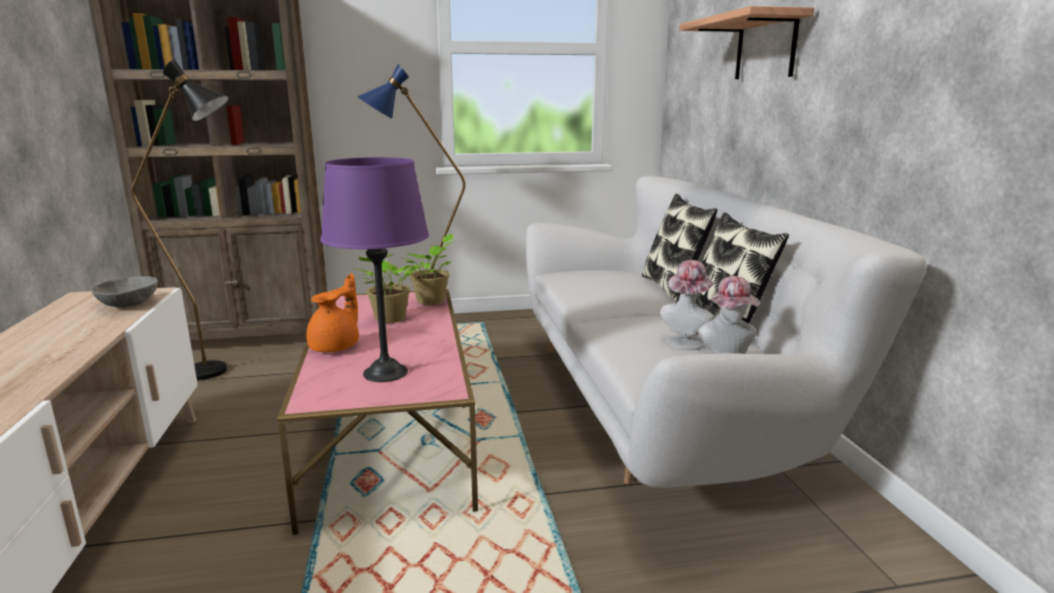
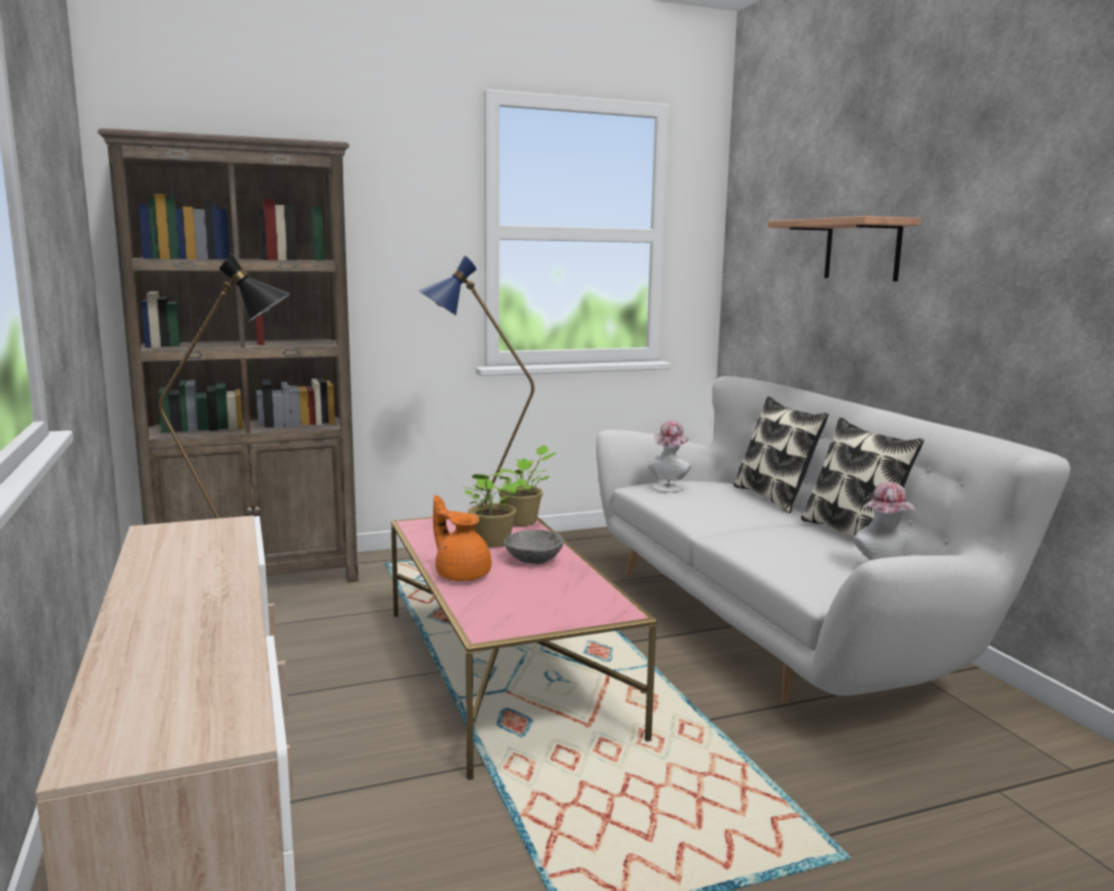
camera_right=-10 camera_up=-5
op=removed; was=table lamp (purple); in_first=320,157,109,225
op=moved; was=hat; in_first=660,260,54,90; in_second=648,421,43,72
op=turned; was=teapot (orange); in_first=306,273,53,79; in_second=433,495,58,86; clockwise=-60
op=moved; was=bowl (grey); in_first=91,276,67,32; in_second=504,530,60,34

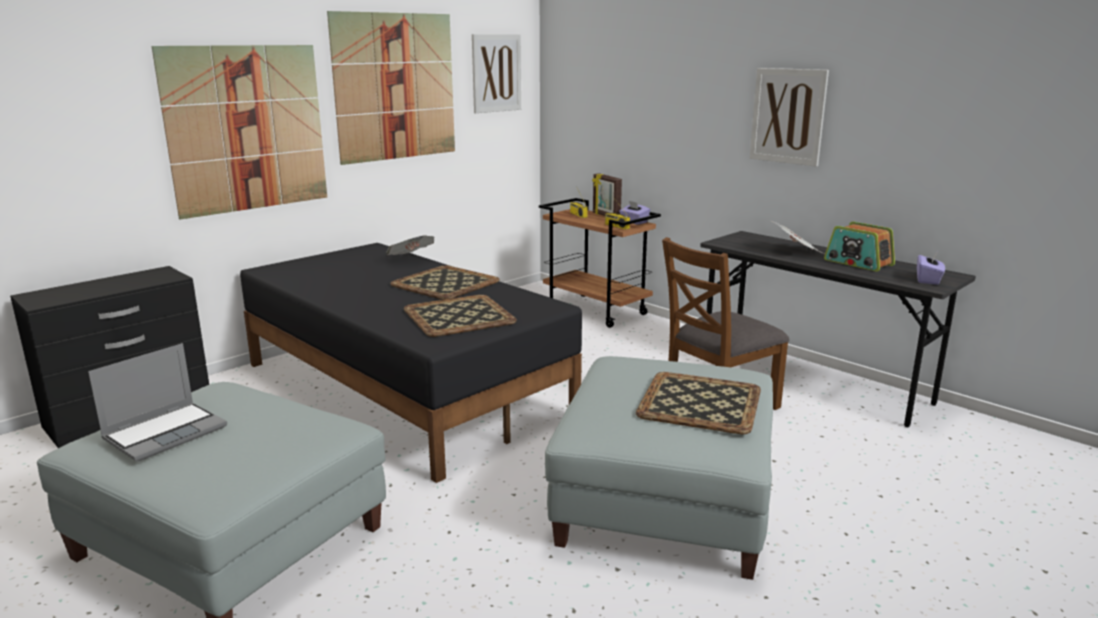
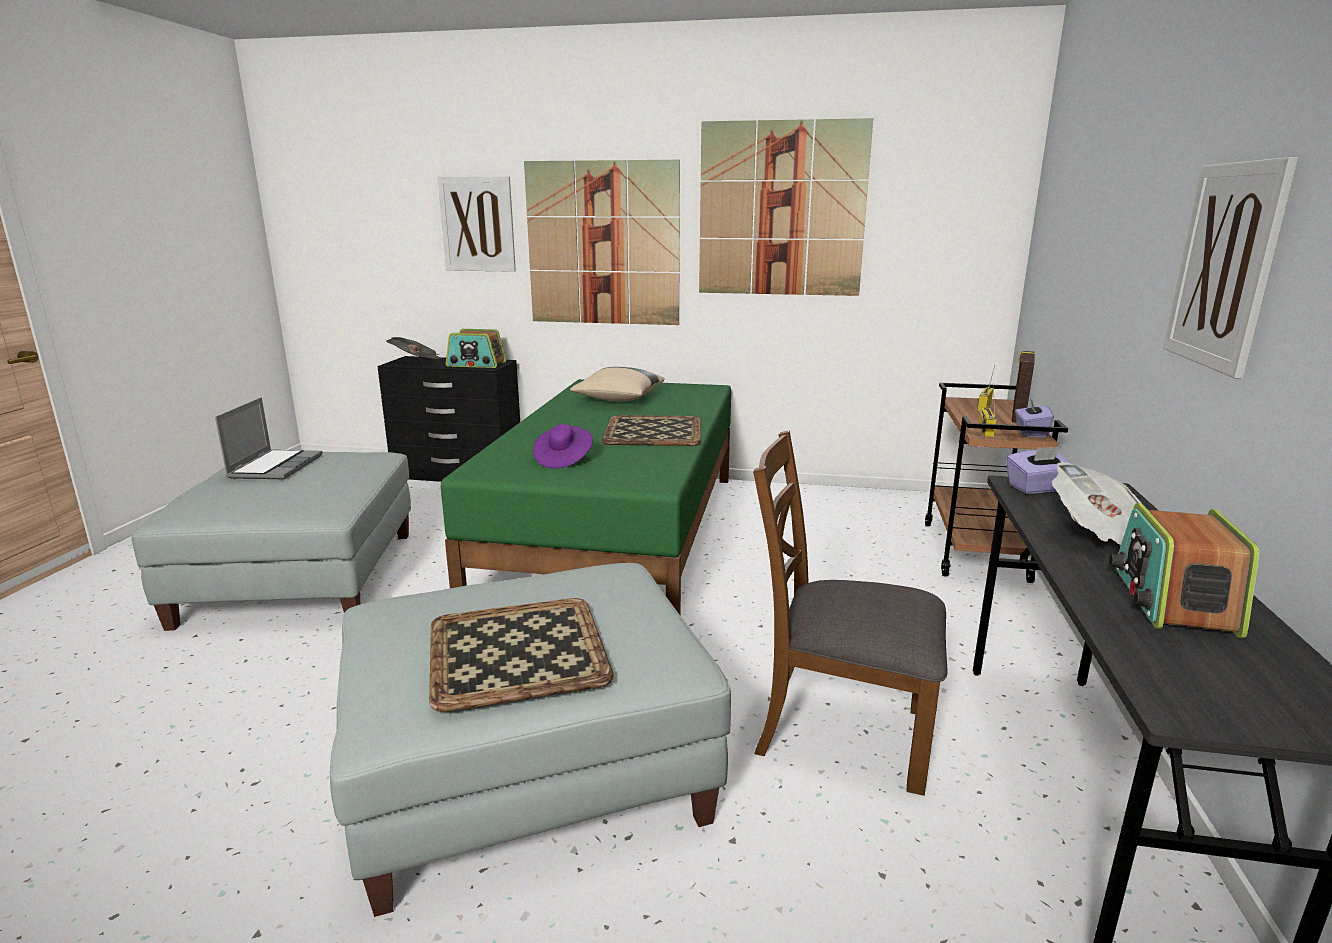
camera_right=55 camera_up=0
op=moved; was=picture; in_first=472,34,49,79; in_second=437,176,79,96
op=moved; was=newspaper; in_first=386,235,48,20; in_second=386,337,55,22
op=recoloured; was=bed (black); now=bed (green); in_first=240,243,342,240; in_second=441,379,290,237
op=moved; was=tissue box (purple); in_first=917,252,28,33; in_second=1006,447,66,47
op=replaced; was=tray; now=hat (purple); in_first=404,295,113,42; in_second=533,424,60,44
op=turned; was=laptop; in_first=88,343,139,119; in_second=215,397,108,82; clockwise=-90
op=added; now=radio; in_second=446,329,61,39
op=added; now=pillow (beige); in_second=570,367,94,34

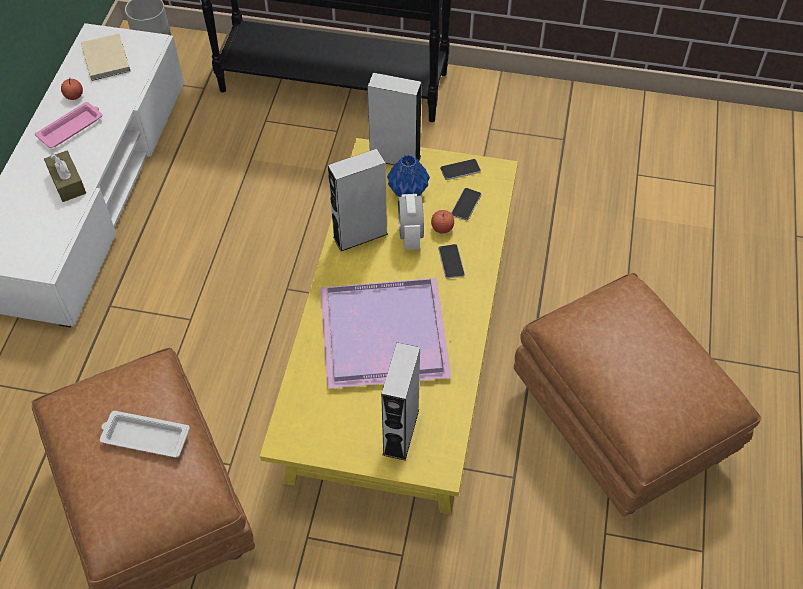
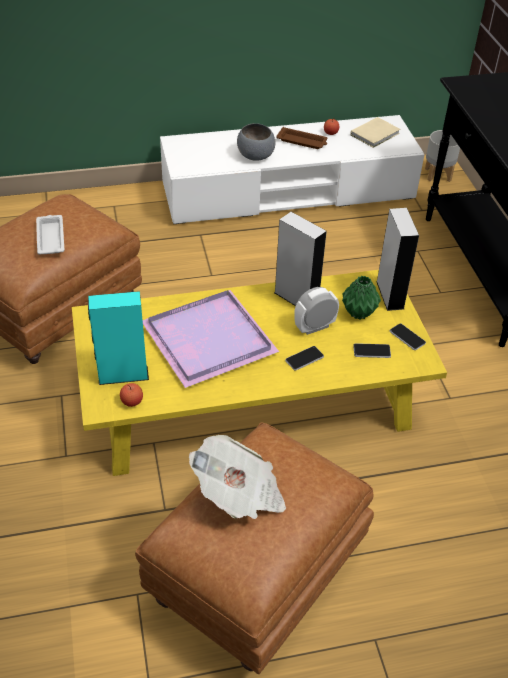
camera_right=65 camera_up=-10
op=recoloured; was=tray (pink); now=tray (brown); in_first=35,102,68,46; in_second=276,127,51,22
op=replaced; was=tissue box (brown); now=bowl (grey); in_first=44,151,42,51; in_second=237,123,38,38
op=recoloured; was=vase (blue); now=vase (green); in_first=387,155,43,42; in_second=342,276,39,44
op=moved; was=apple; in_first=431,210,23,23; in_second=120,383,23,24
op=recoloured; was=speaker (grey); now=speaker (turquoise); in_first=381,342,39,119; in_second=88,291,61,94
op=added; now=newspaper; in_second=189,435,97,84

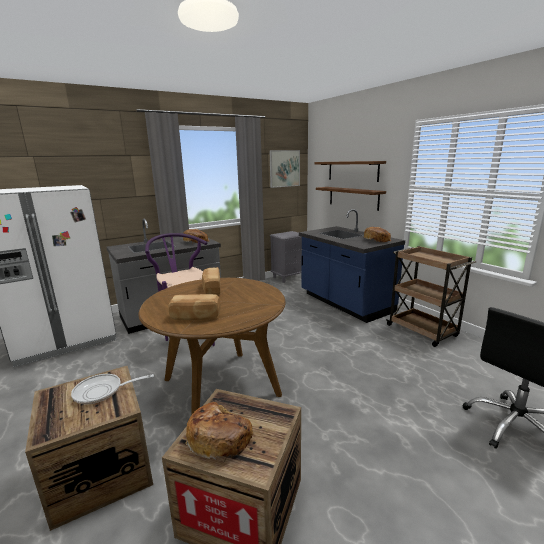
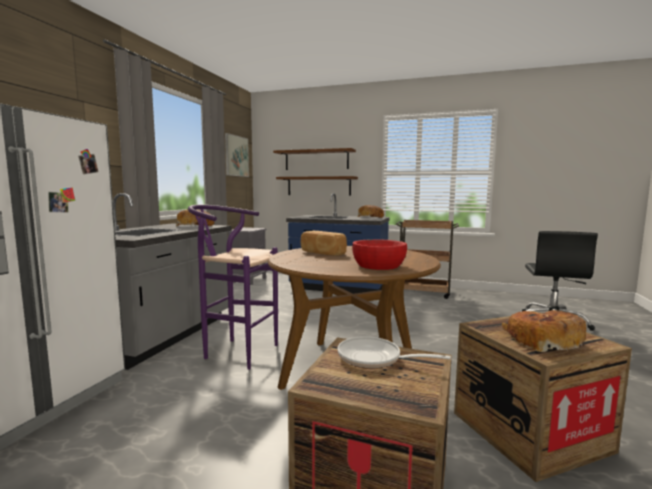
camera_right=-40 camera_up=-10
op=replaced; was=bread; now=bowl (red); in_first=168,294,52,26; in_second=352,239,55,31
op=turned; was=frying pan; in_first=71,374,83,30; in_second=337,336,114,33; clockwise=75

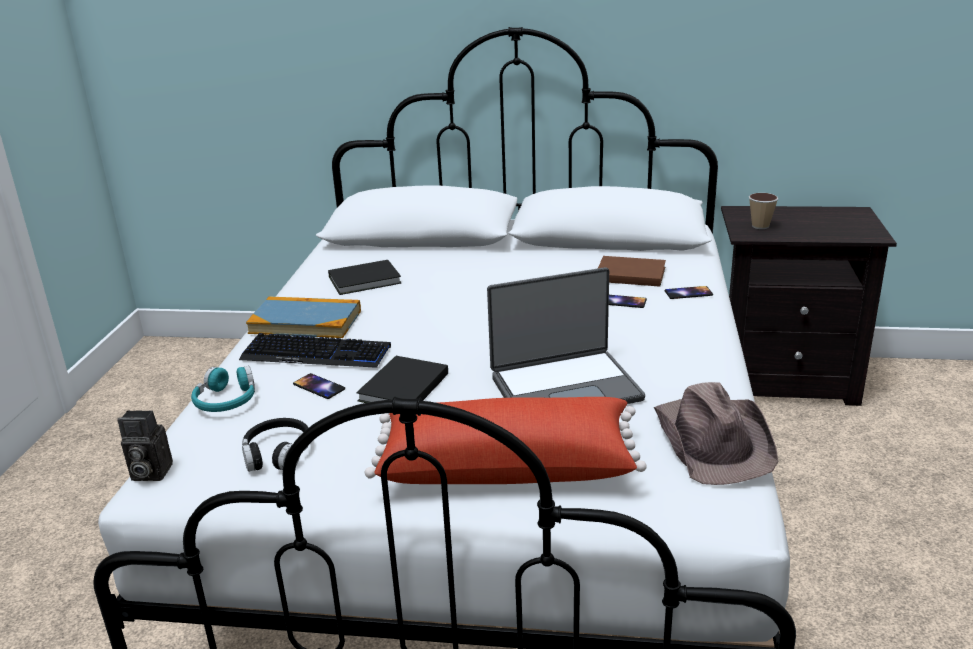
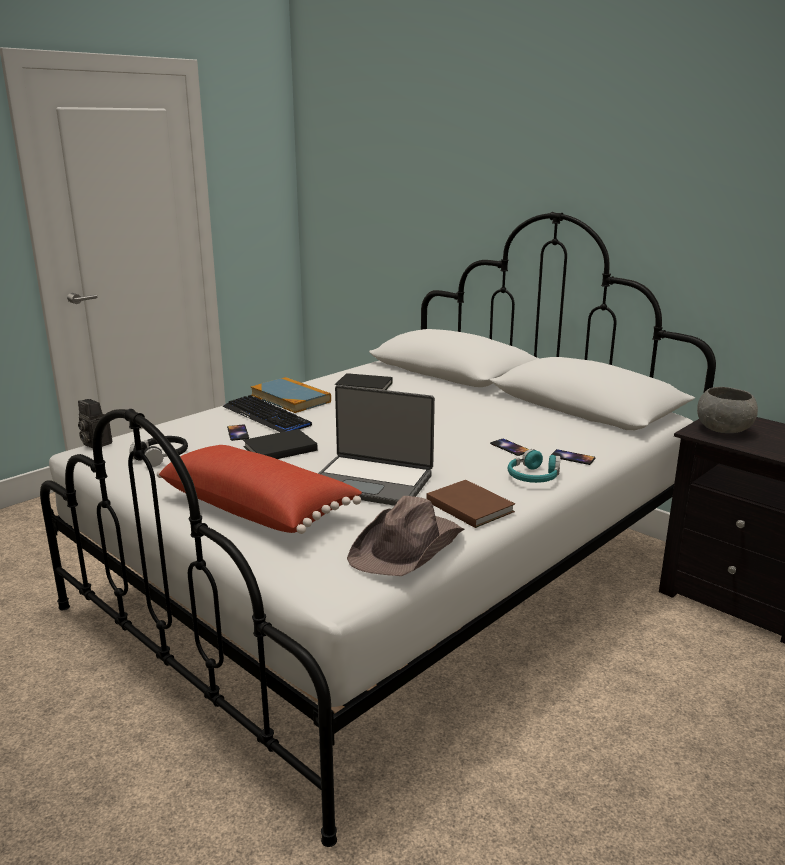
camera_right=35 camera_up=-5
op=replaced; was=cup; now=bowl (grey); in_first=749,193,29,36; in_second=697,387,61,46
op=moved; was=book (brown); in_first=598,256,68,31; in_second=426,480,89,48
op=moved; was=headphones (turquoise); in_first=191,366,64,46; in_second=508,449,52,34

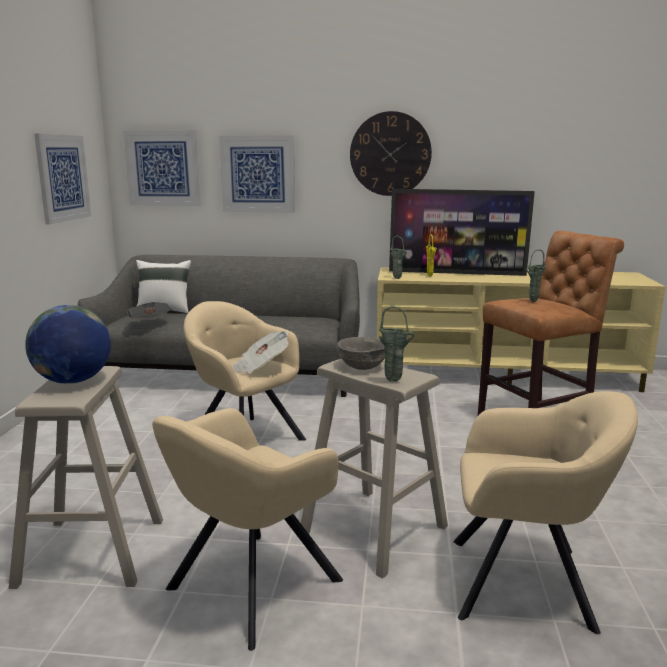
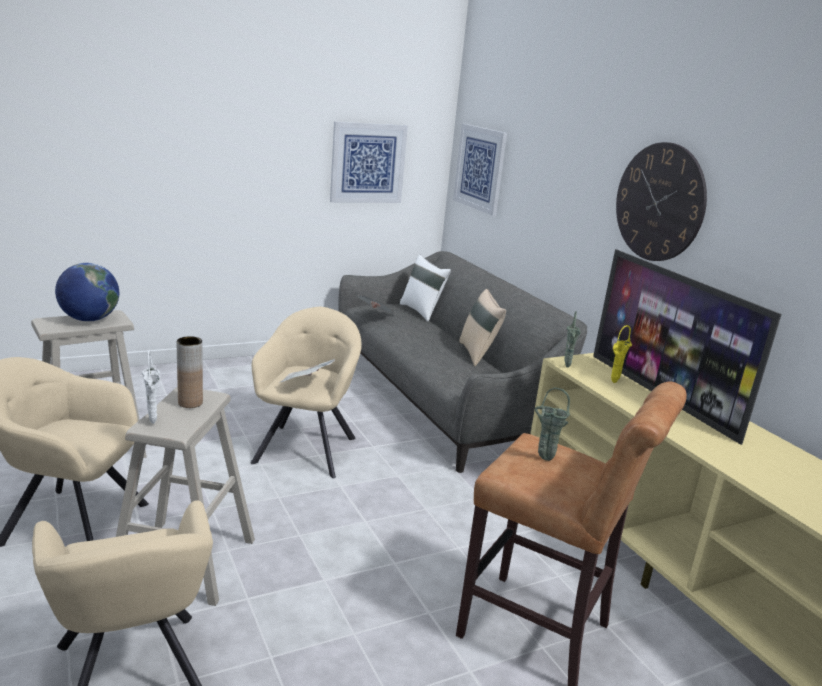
camera_right=55 camera_up=5
op=removed; was=picture; in_first=219,136,76,76
op=recoloured; was=vase (green); now=vase (white); in_first=379,306,35,76; in_second=142,350,19,74
op=replaced; was=bowl (grey); now=vase (brown); in_first=338,337,47,33; in_second=177,336,26,72
op=added; now=pillow (beige); in_second=459,289,47,77

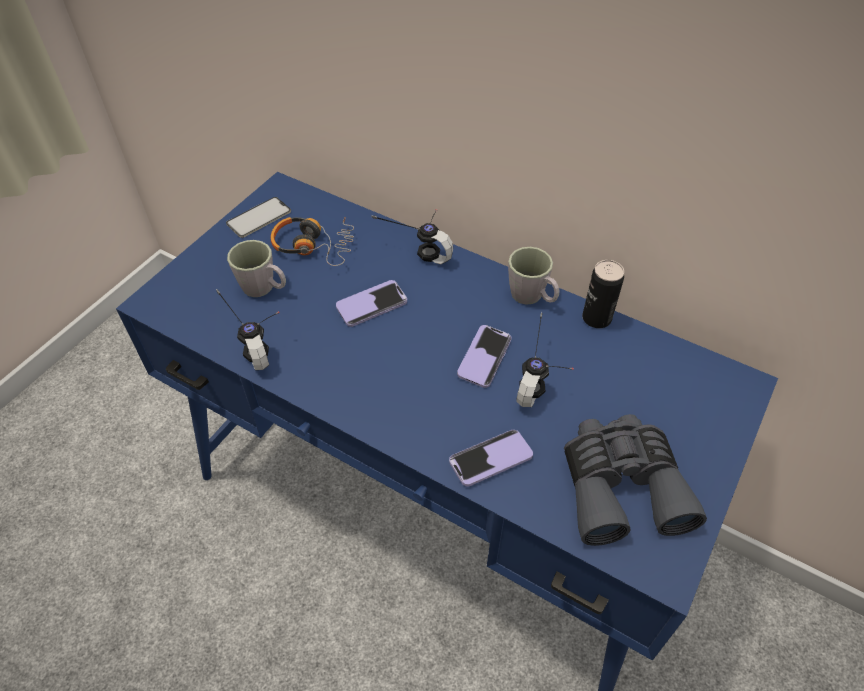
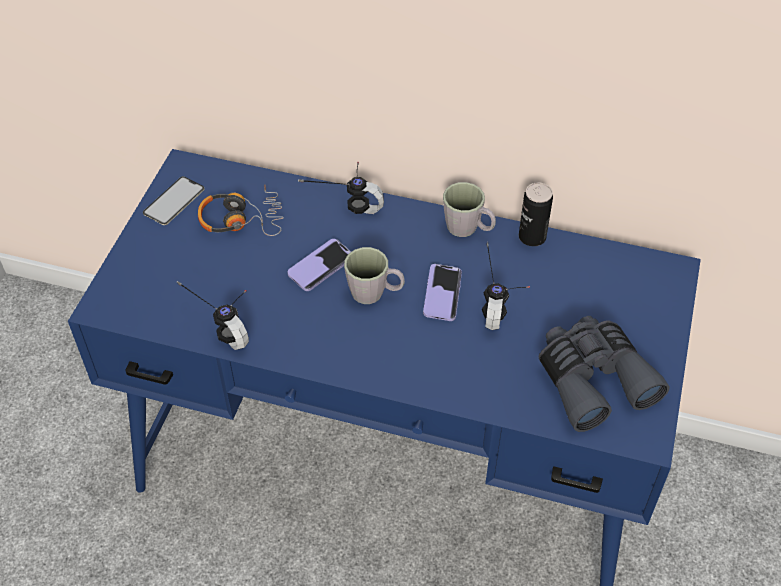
camera_right=-15 camera_up=0
op=moved; was=mug (grey); in_first=227,240,59,57; in_second=344,247,61,57
op=removed; was=phone; in_first=449,430,84,56

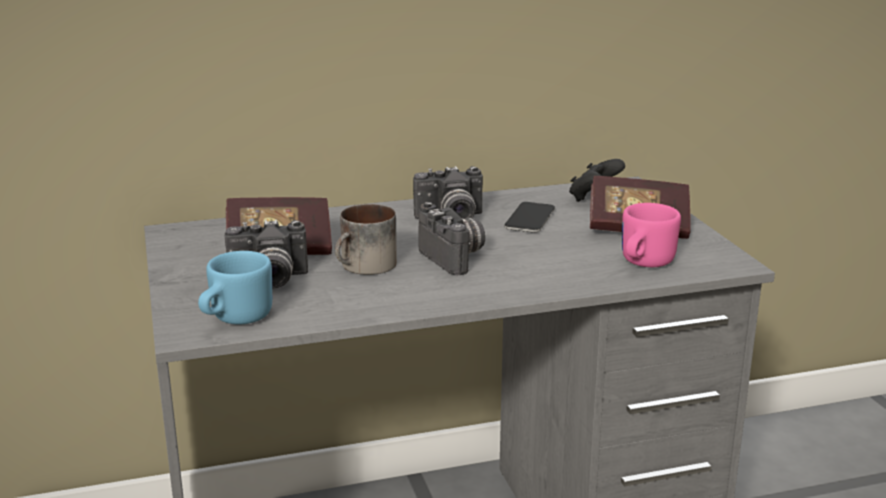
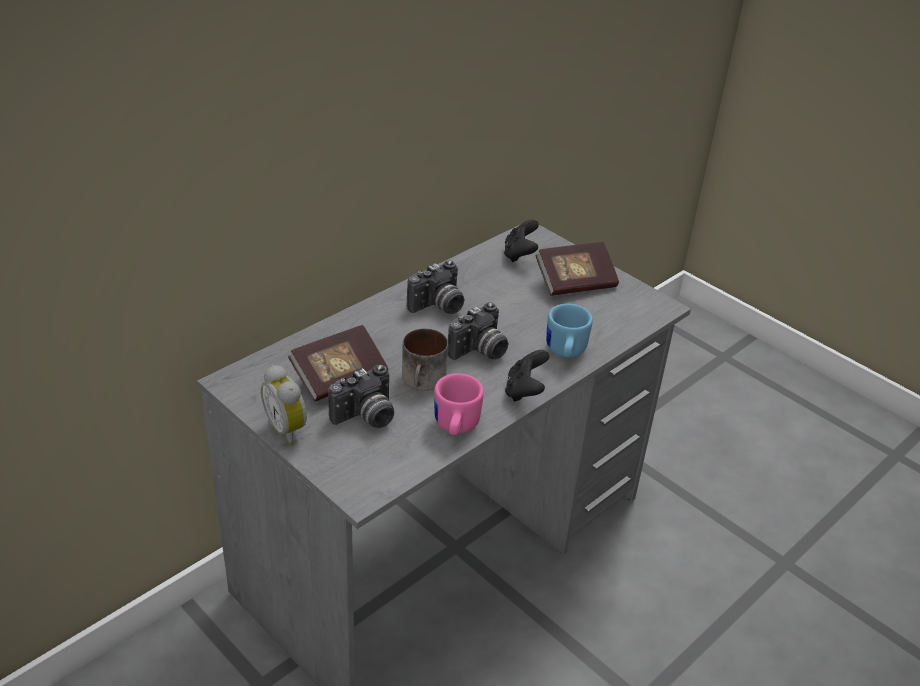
camera_right=-30 camera_up=15
op=turned; was=photo camera; in_first=418,202,67,73; in_second=448,302,60,58; clockwise=105
op=removed; was=phone; in_first=504,202,51,31
op=moved; was=mug (pink); in_first=622,203,59,64; in_second=434,373,50,62
op=moved; was=mug (blue); in_first=198,251,74,74; in_second=546,304,47,54
op=added; now=game controller (black); in_second=505,350,44,52
op=added; now=alarm clock; in_second=261,365,46,81

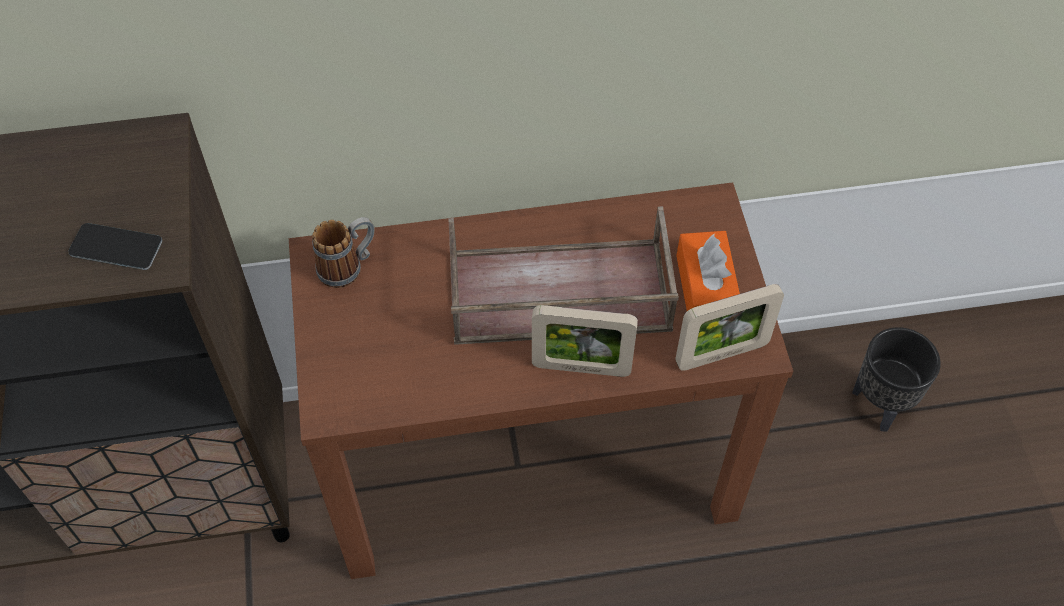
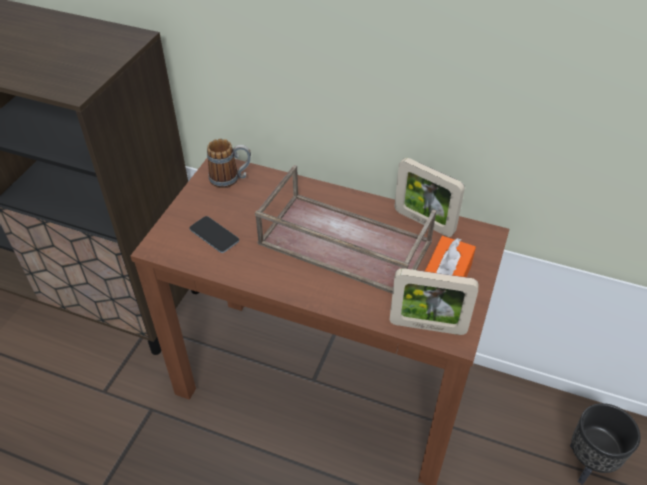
camera_right=30 camera_up=-10
op=moved; was=phone; in_first=68,223,94,47; in_second=189,216,50,37
op=moved; was=picture frame; in_first=532,305,106,72; in_second=394,158,71,79

